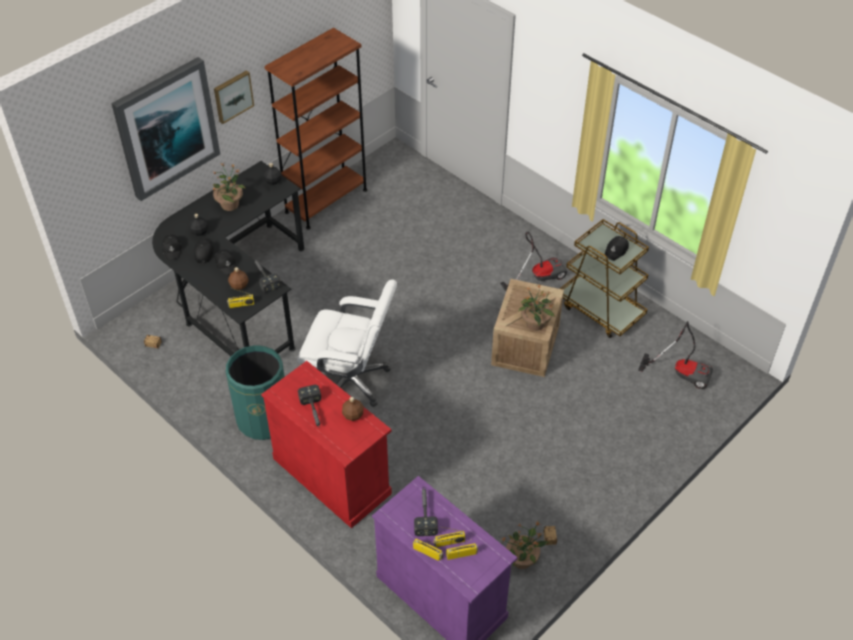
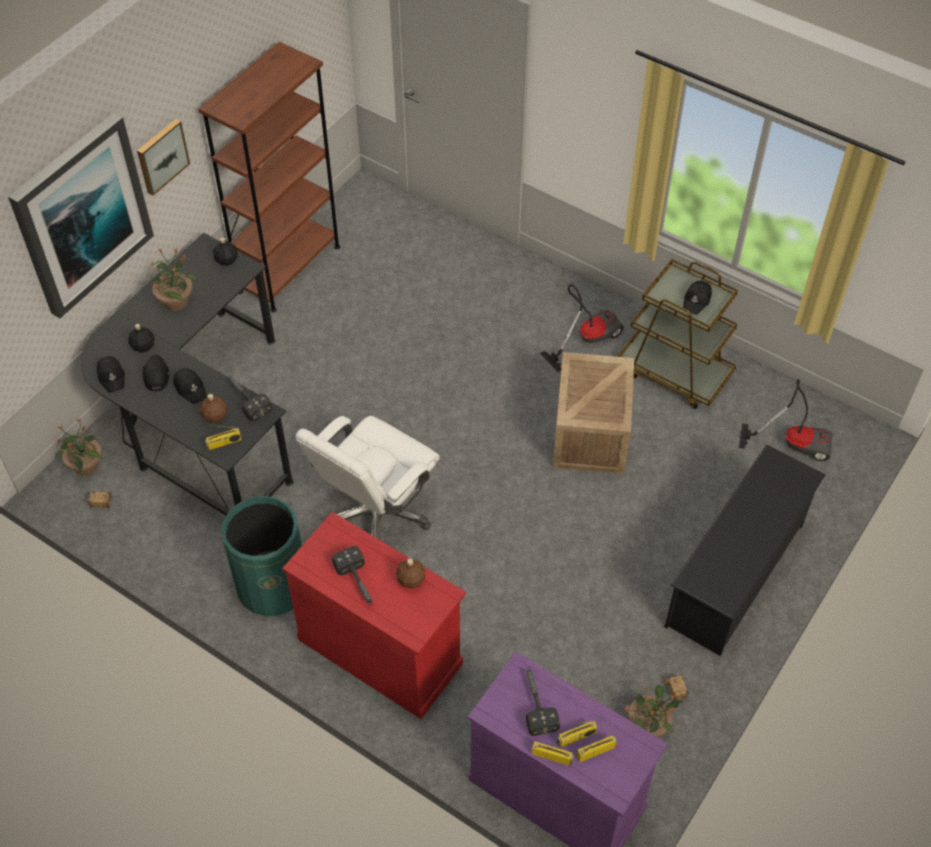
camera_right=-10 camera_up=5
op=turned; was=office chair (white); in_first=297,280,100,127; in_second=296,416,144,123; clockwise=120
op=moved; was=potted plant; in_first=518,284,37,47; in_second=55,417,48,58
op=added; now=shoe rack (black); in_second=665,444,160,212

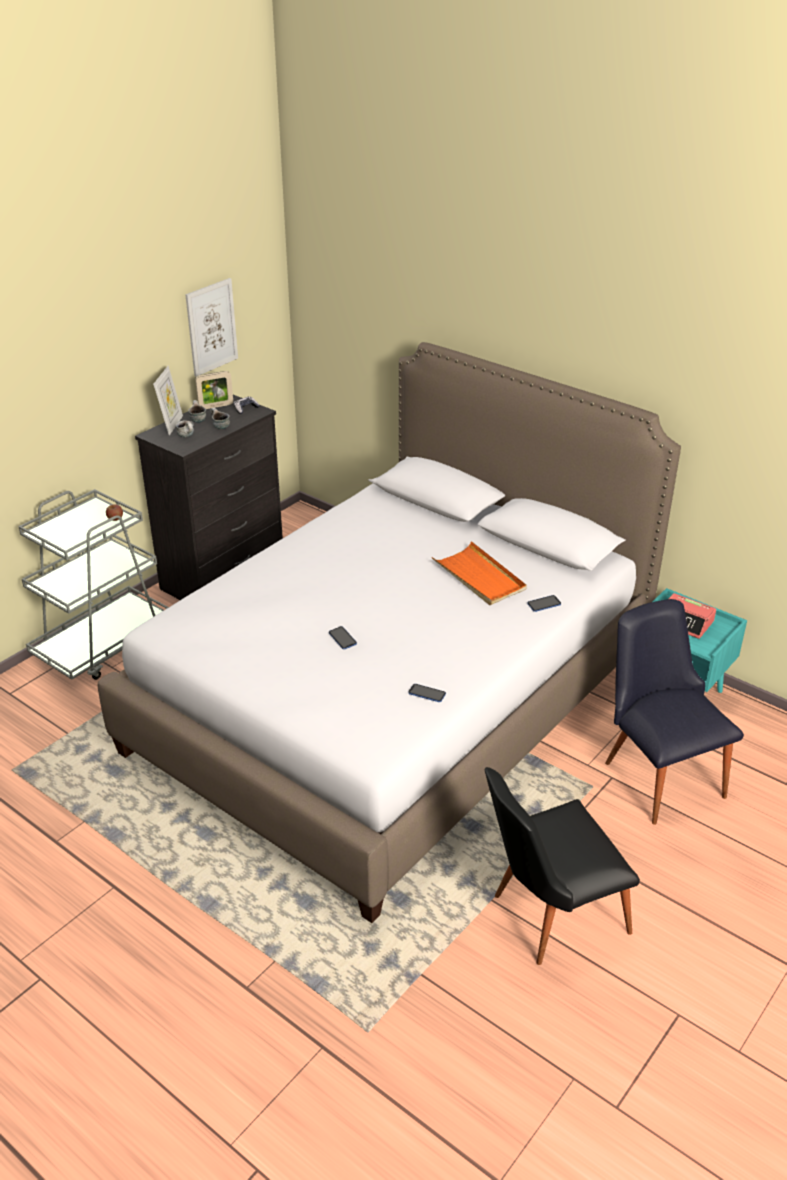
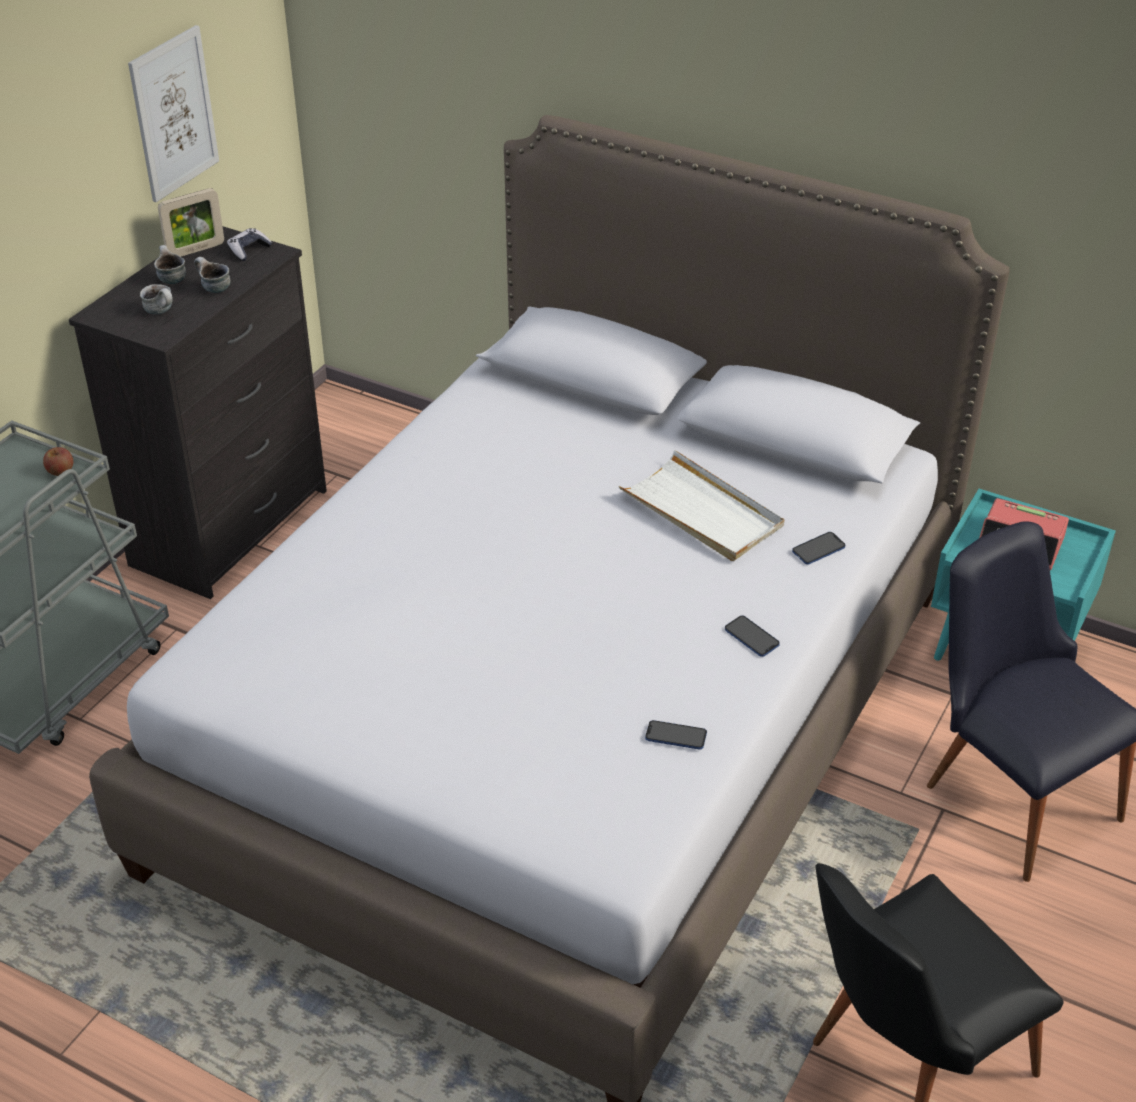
camera_right=-10 camera_up=5
op=removed; was=picture frame; in_first=153,366,30,69
op=recoloured; was=tray (orange); now=tray (white); in_first=432,541,95,64; in_second=618,450,166,111
op=moved; was=phone; in_first=329,626,28,23; in_second=725,615,55,42

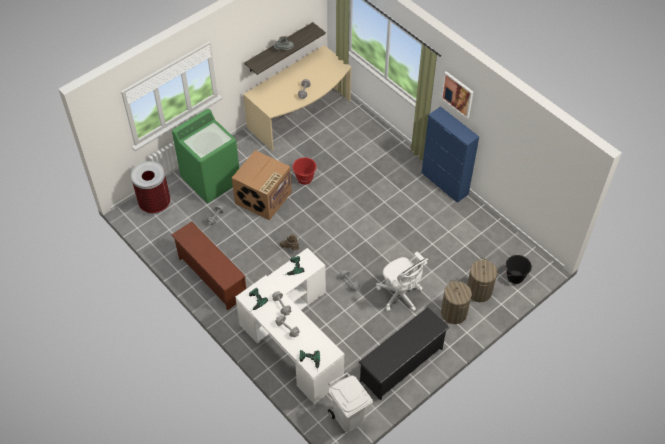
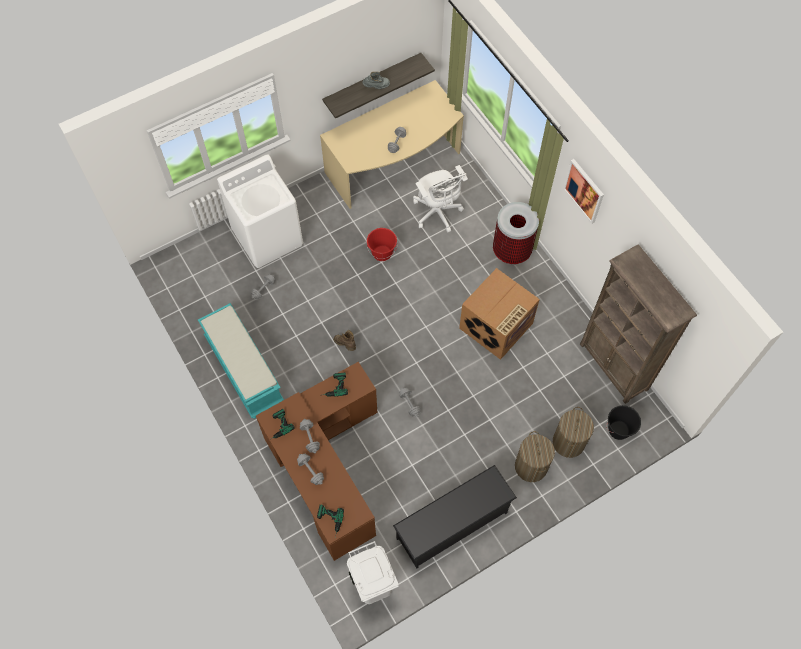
camera_right=10 camera_up=10
op=removed; was=cabinet (blue); in_first=422,106,57,97
op=recoloured; was=washing machine (green); now=washing machine (white); in_first=172,109,67,94; in_second=217,154,86,114
op=moved; was=cardboard box; in_first=232,150,60,71; in_second=459,268,81,92
op=moved; was=trash can; in_first=131,161,39,53; in_second=493,202,46,63
op=replaced; was=shoe rack (brown); now=bench (turquoise); in_first=172,221,74,90; in_second=198,303,86,116
op=recoloured; was=desk (white); now=desk (brown); in_first=235,248,109,156; in_second=256,362,121,199
op=moved; was=office chair (white); in_first=376,251,52,60; in_second=413,165,55,67
op=added; now=bookcase (brown); in_second=580,244,117,160

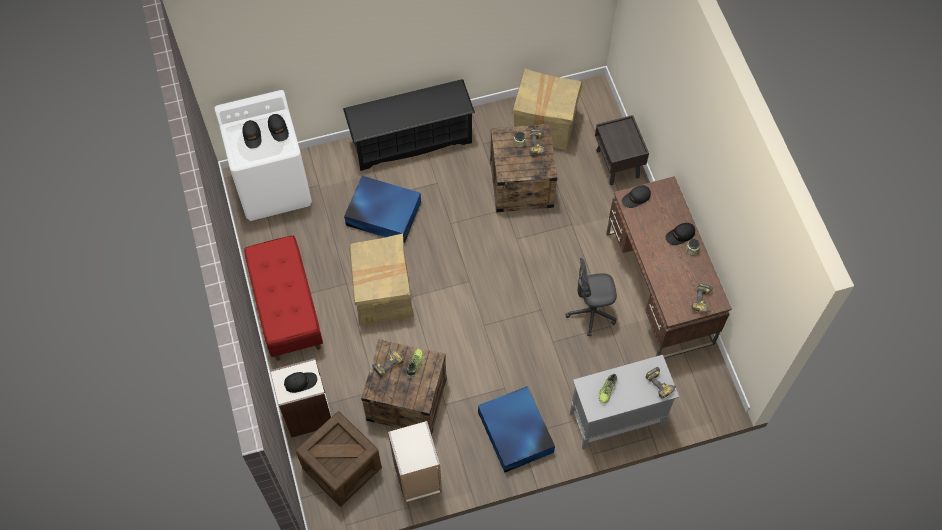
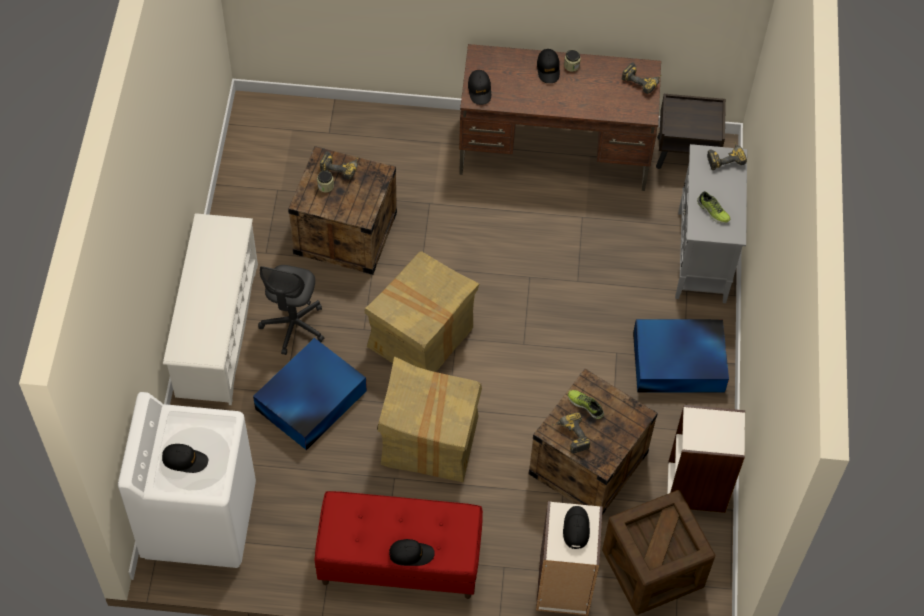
camera_right=-70 camera_up=-5
op=moved; was=cardboard box; in_first=512,69,70,81; in_second=365,252,114,120
op=recoloured; was=shoe rack (black); now=shoe rack (white); in_first=343,79,132,92; in_second=163,213,95,192
op=moved; was=cap (black); in_first=268,114,21,27; in_second=389,539,46,27
op=moved; was=nightstand (brown); in_first=595,115,54,70; in_second=656,94,70,75
op=moved; was=office chair (grey); in_first=565,258,52,78; in_second=258,265,66,90

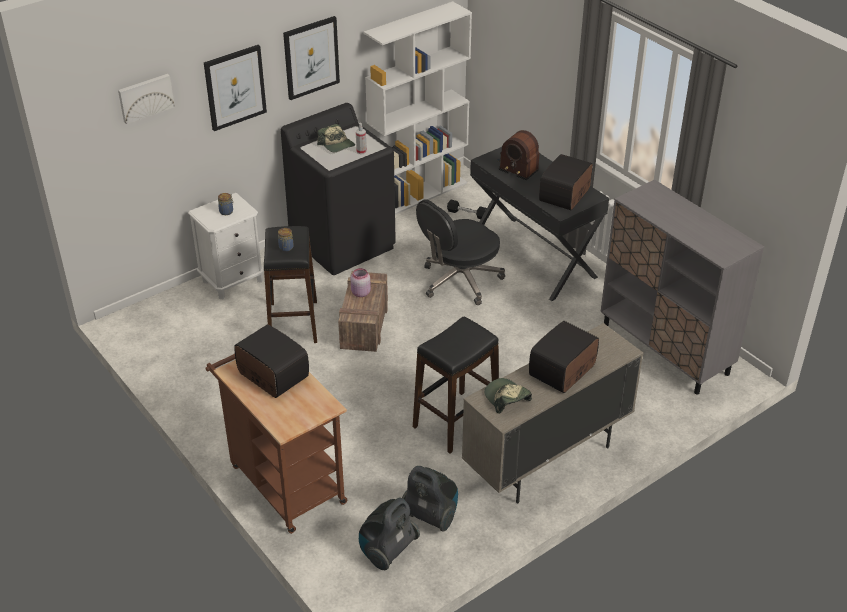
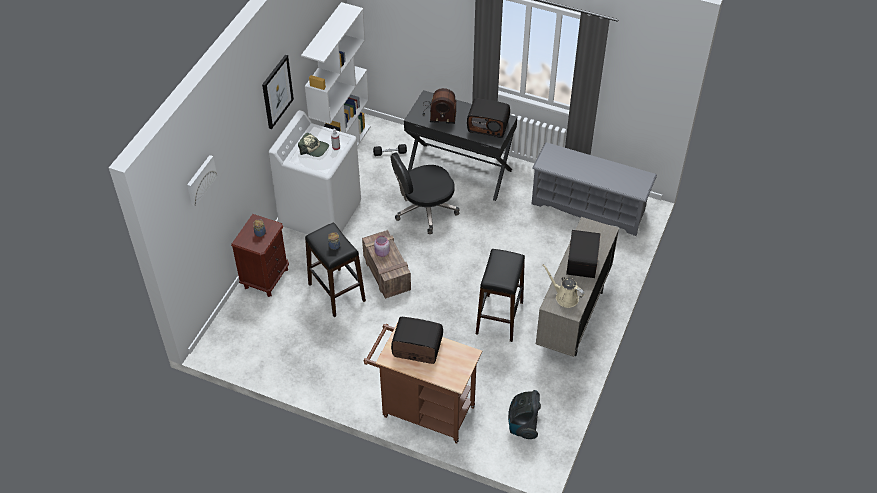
camera_right=-30 camera_up=10
op=removed; was=picture; in_first=204,45,63,86
op=recoloured; was=washing machine (black); now=washing machine (white); in_first=281,103,115,172; in_second=269,110,92,124
op=turned; was=radio; in_first=539,154,54,56; in_second=467,99,43,39; clockwise=-75
op=replaced; was=cabinet (grey); now=shoe rack (grey); in_first=600,180,164,214; in_second=532,143,125,93
op=recoloured; was=nightstand (white); now=nightstand (brown); in_first=188,193,76,106; in_second=231,214,58,83
op=turned; was=office chair (black); in_first=416,199,89,106; in_second=390,153,70,81; clockwise=45
op=replaced; was=cap; now=watering can (beige); in_first=484,378,48,36; in_second=542,264,42,44
op=removed; was=vacuum cleaner; in_first=402,466,56,66

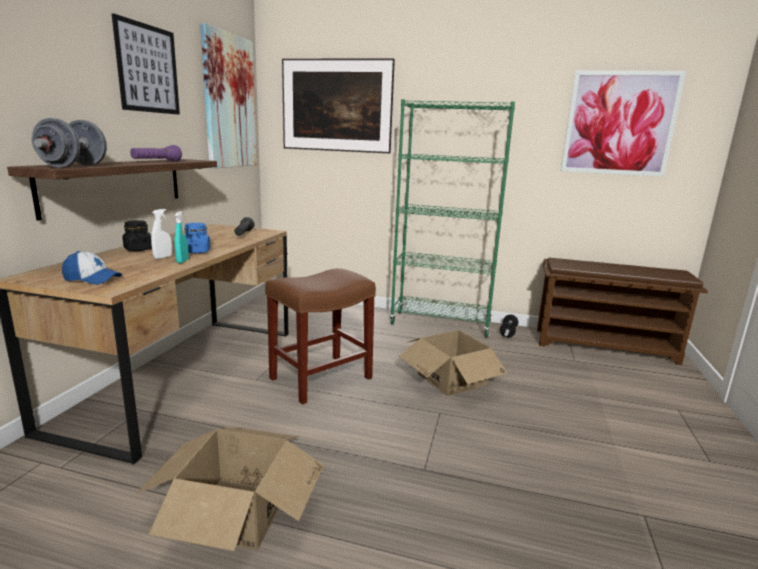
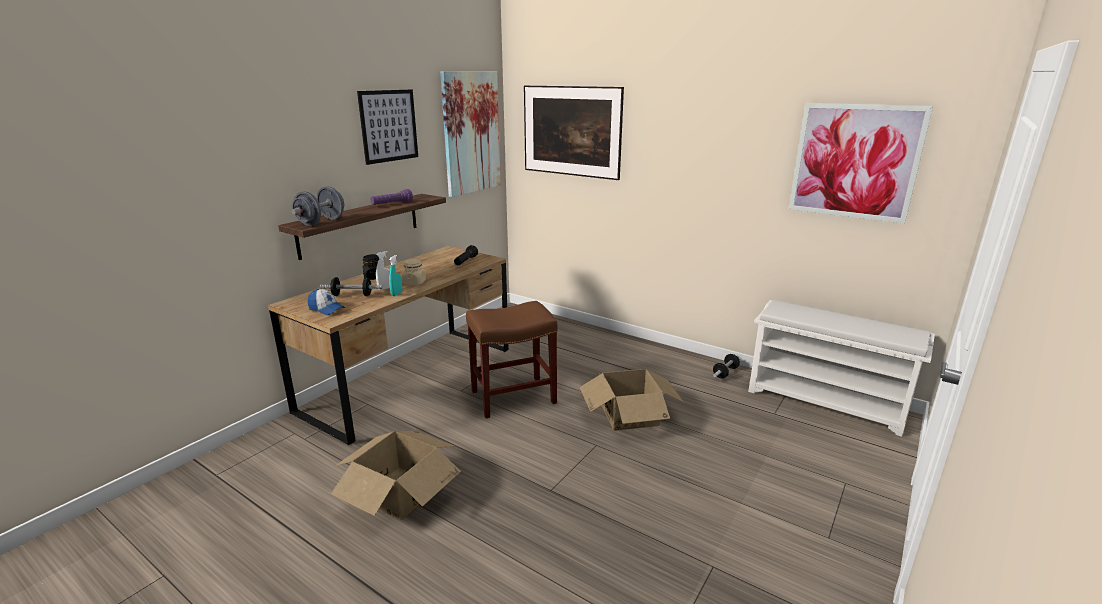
camera_right=20 camera_up=5
op=removed; was=bookcase (green); in_first=390,99,125,238
op=recoloured; was=jar (blue); now=jar (beige); in_first=184,223,27,30; in_second=402,259,24,26
op=recoloured; was=shoe rack (brown); now=shoe rack (white); in_first=537,258,171,107; in_second=748,300,187,137
op=added; now=dumbbell; in_second=320,277,63,19

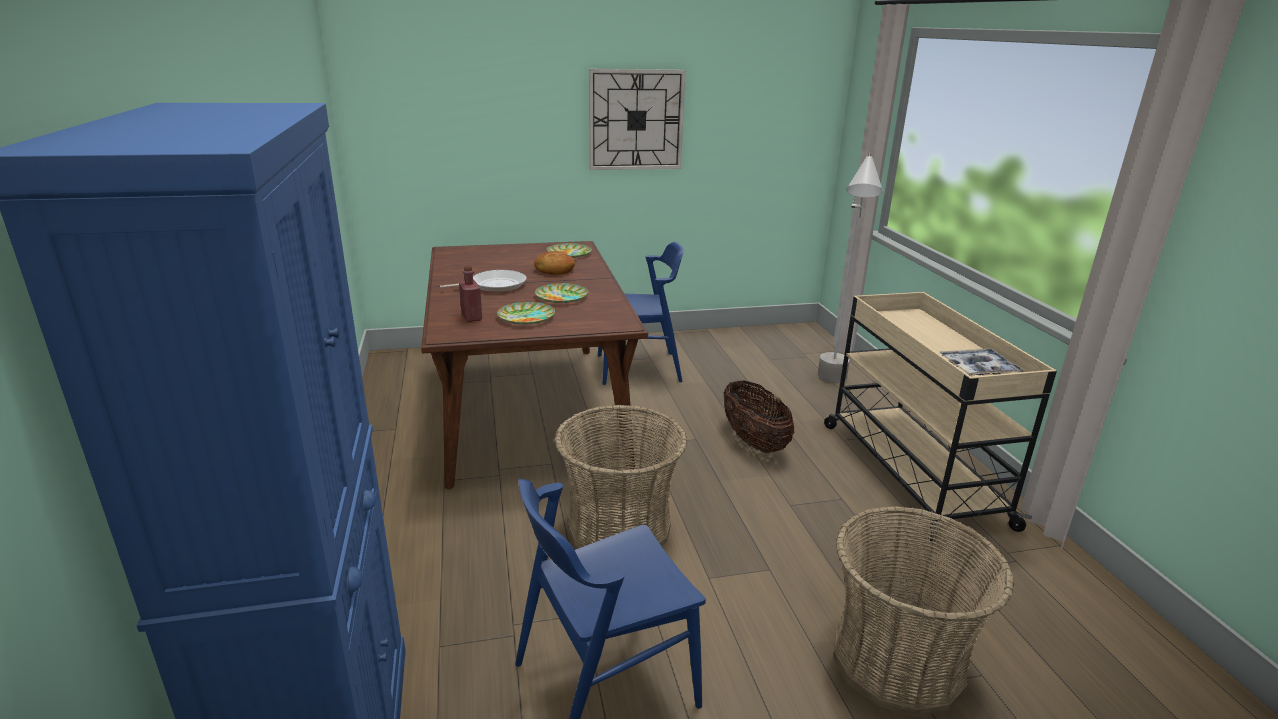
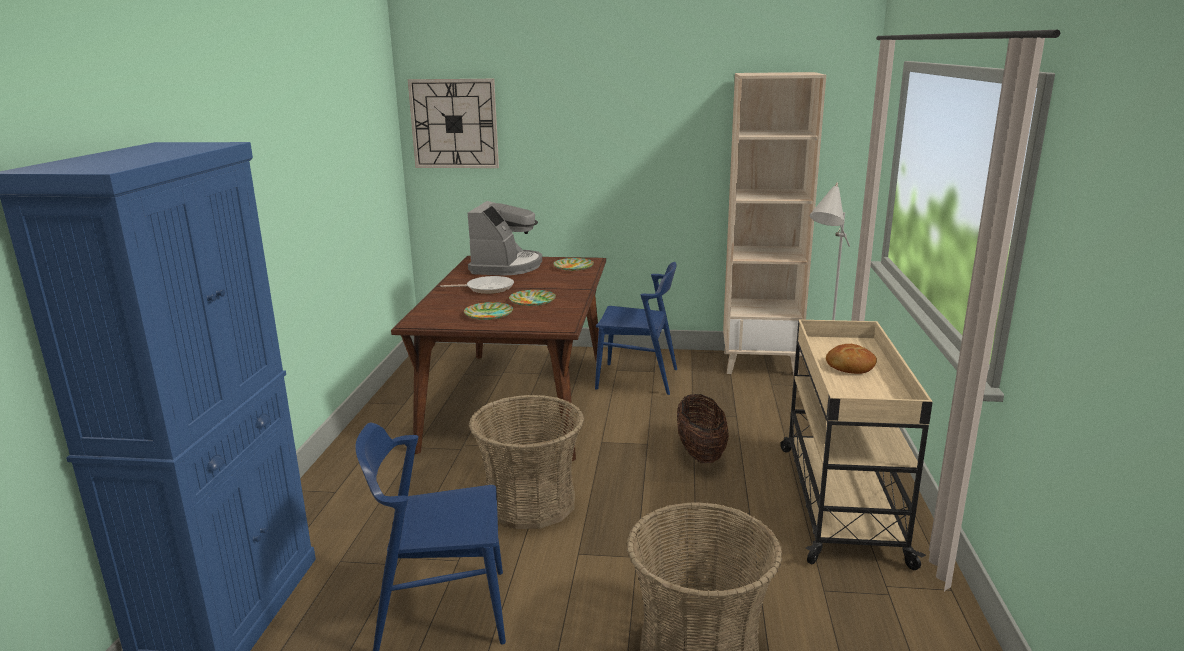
camera_right=20 camera_up=-5
op=moved; was=wall clock; in_first=589,69,97,101; in_second=408,79,91,89
op=moved; was=bread; in_first=534,251,41,24; in_second=826,344,51,30
op=removed; was=bottle (red); in_first=459,265,23,57
op=removed; was=tray; in_first=939,349,85,26
op=added; now=bookcase (beige); in_second=723,72,103,303
op=added; now=coffee machine; in_second=468,201,74,75

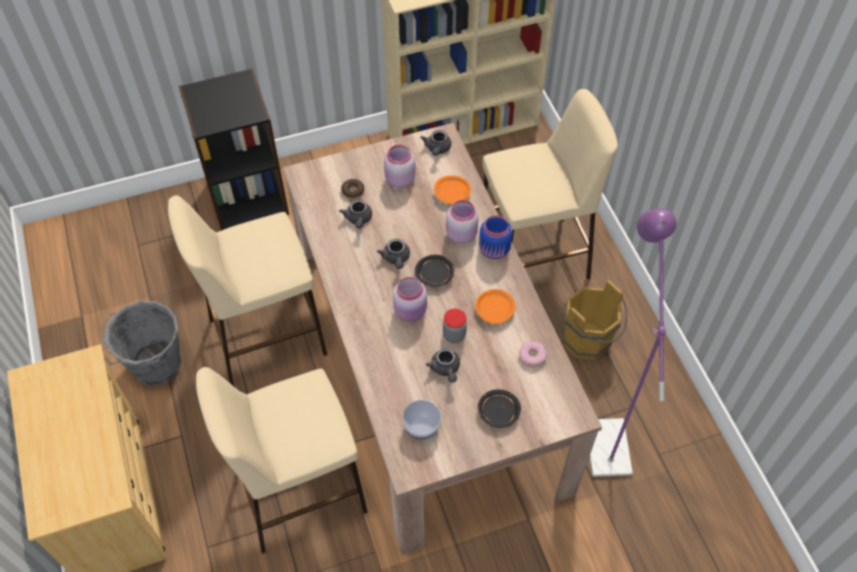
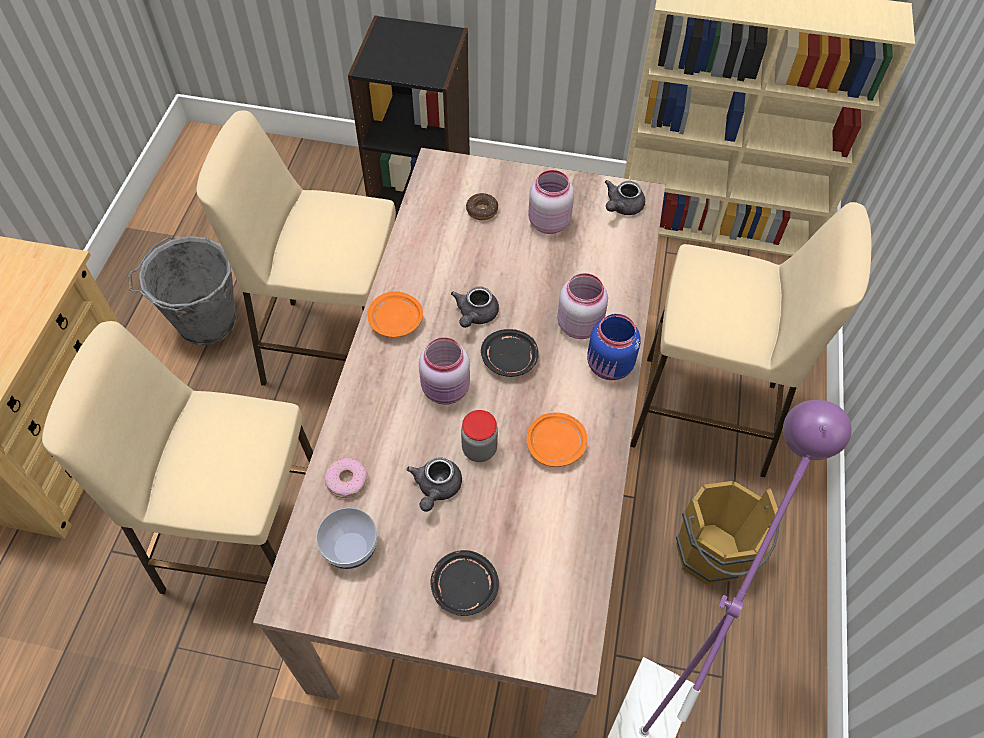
camera_right=30 camera_up=0
op=moved; was=plate (orange); in_first=434,175,37,29; in_second=367,291,56,47
op=removed; was=teapot (grey); in_first=339,200,33,28
op=moved; was=donut; in_first=519,342,28,26; in_second=324,458,44,40

